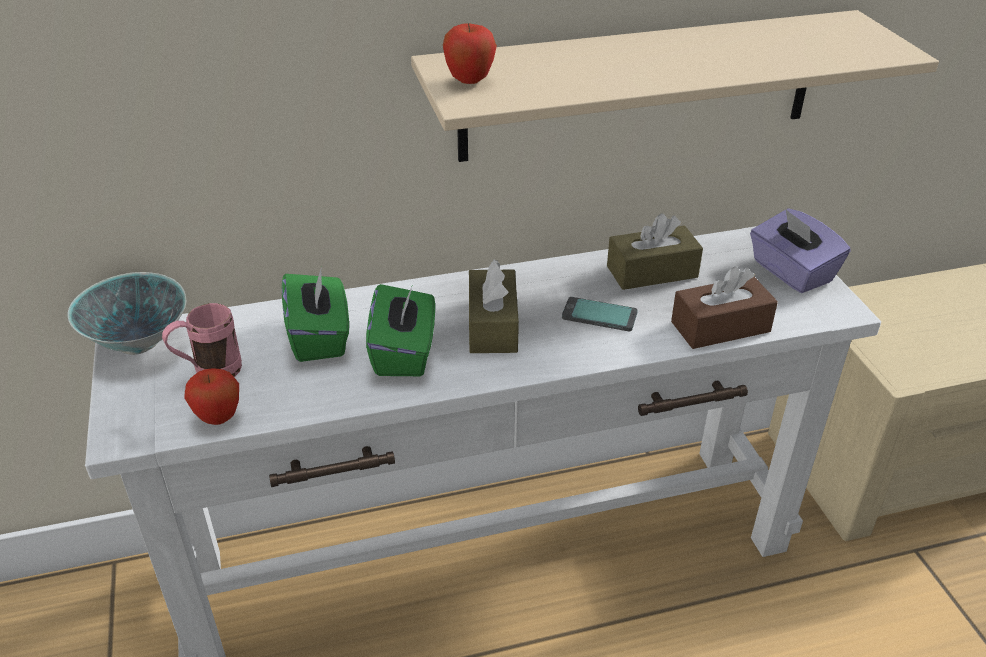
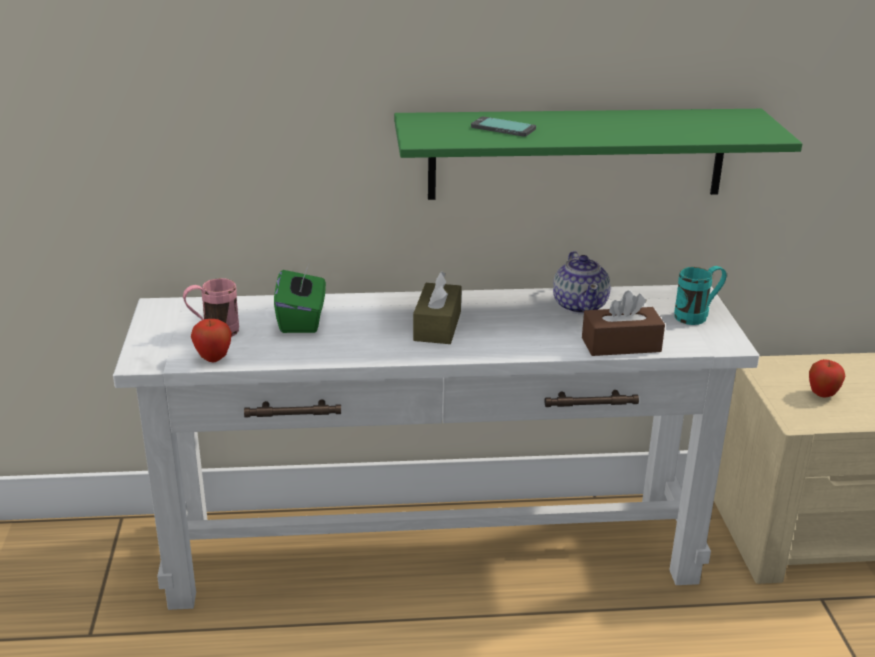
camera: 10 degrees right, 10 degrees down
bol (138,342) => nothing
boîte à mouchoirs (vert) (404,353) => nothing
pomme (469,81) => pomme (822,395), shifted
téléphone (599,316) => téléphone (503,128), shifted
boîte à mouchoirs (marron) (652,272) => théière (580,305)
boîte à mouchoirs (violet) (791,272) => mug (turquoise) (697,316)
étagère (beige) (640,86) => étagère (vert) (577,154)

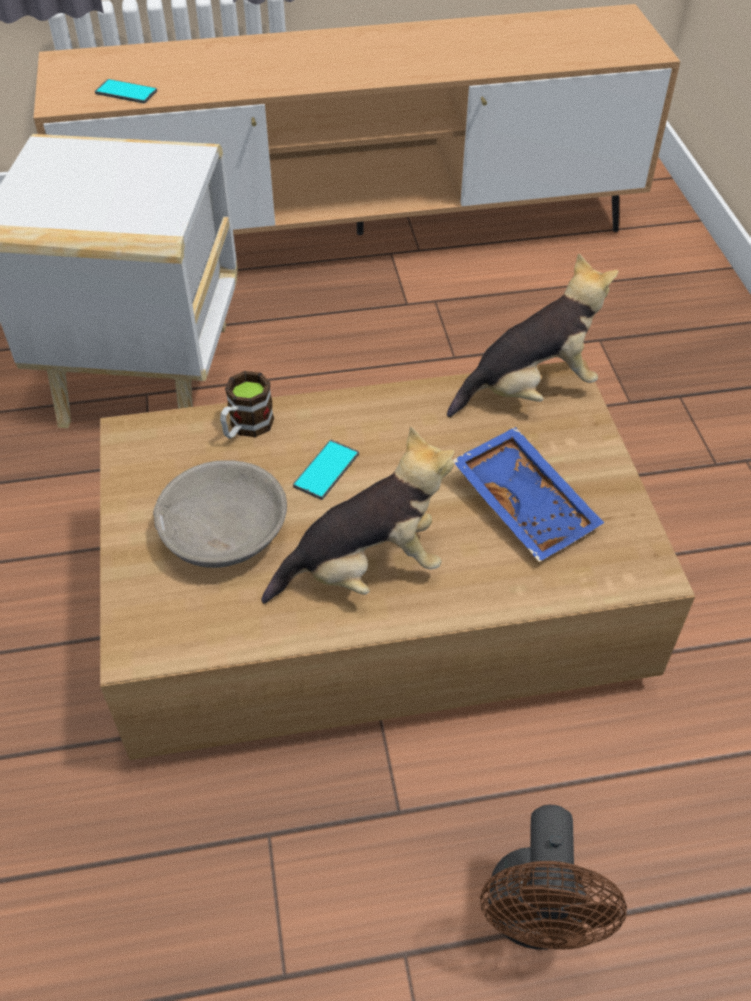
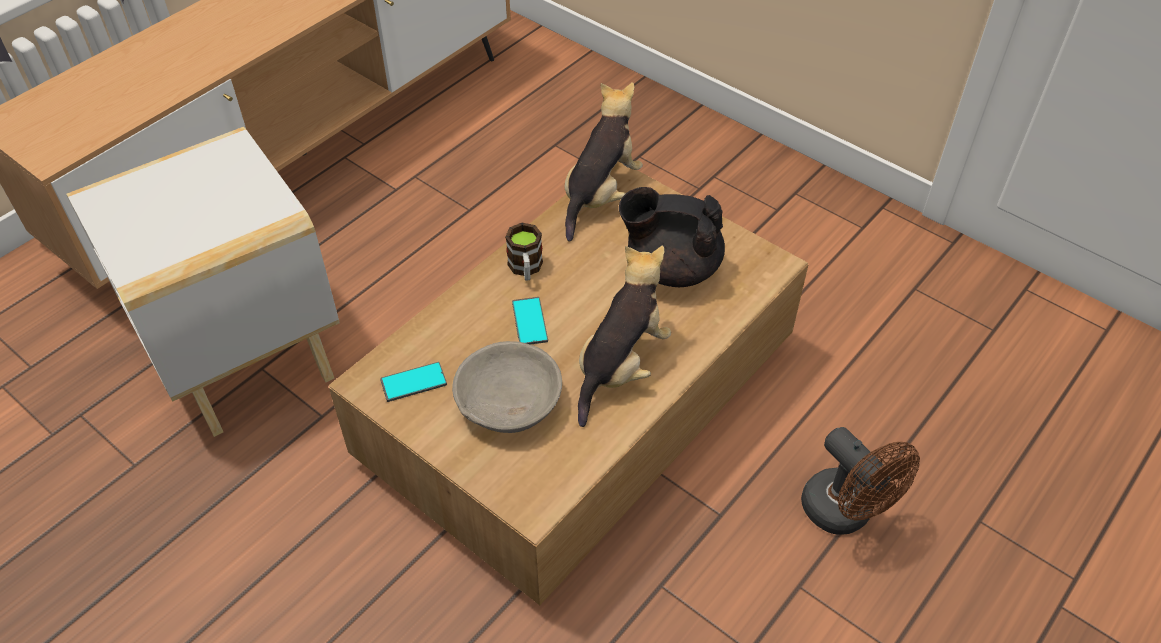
camera: 40 degrees left, 0 degrees up
téléphone (126,92) => téléphone (413,382), shifted
mug (246,427) => mug (525,269), shifted
plateau (bleu) (526,504) => théière (noir) (671,267)

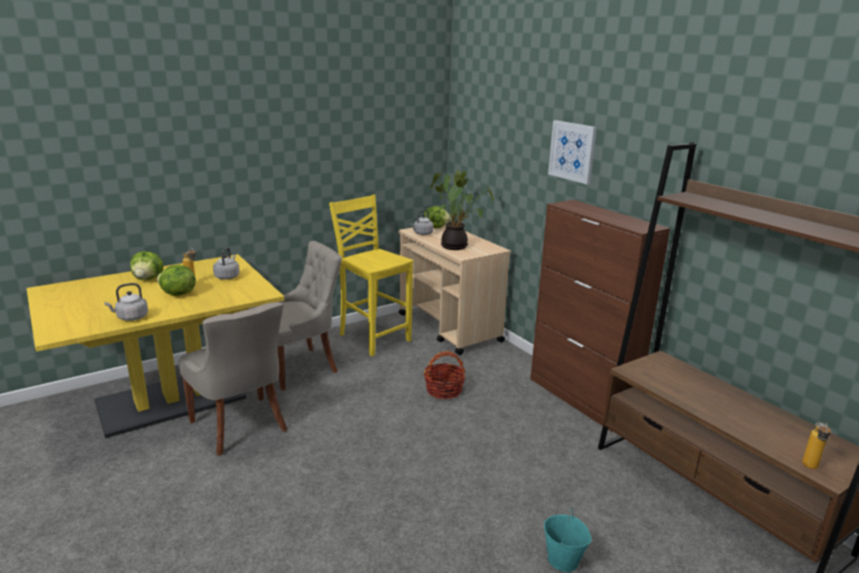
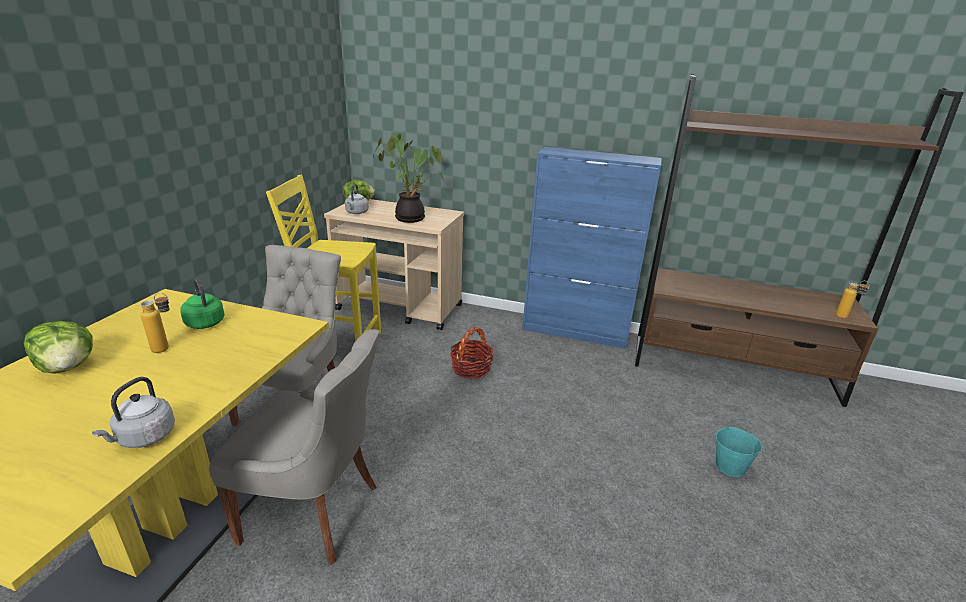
camera: 40 degrees left, 5 degrees up
laitue (177,294) => nothing
tableau (572,151) => nothing
bouilloire (gris) (227,276) => bouilloire (vert) (204,322)
meuble de rangement (marron) (581,399) => meuble de rangement (bleu) (575,331)

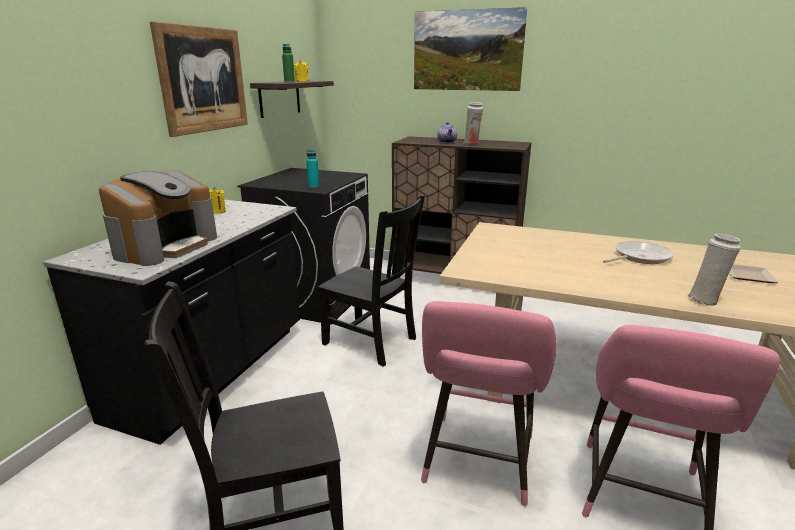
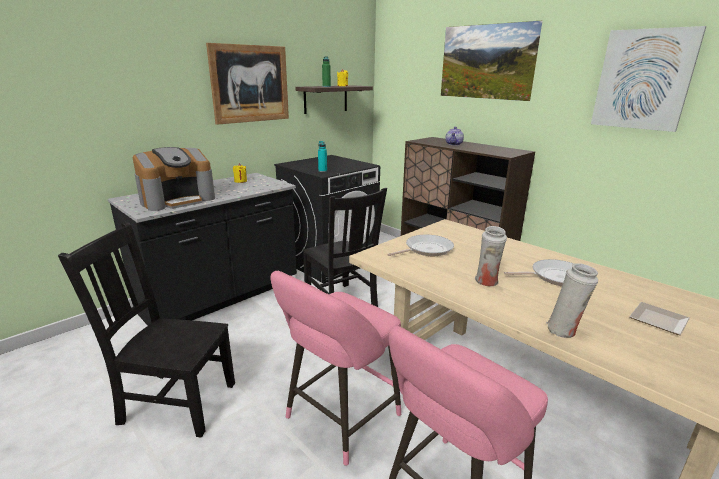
camera: 25 degrees right, 0 degrees up
nothing => poêle (426,249)
nothing => tableau (643,80)
vase (blanc) (472,144) => vase (blanc) (487,282), shifted

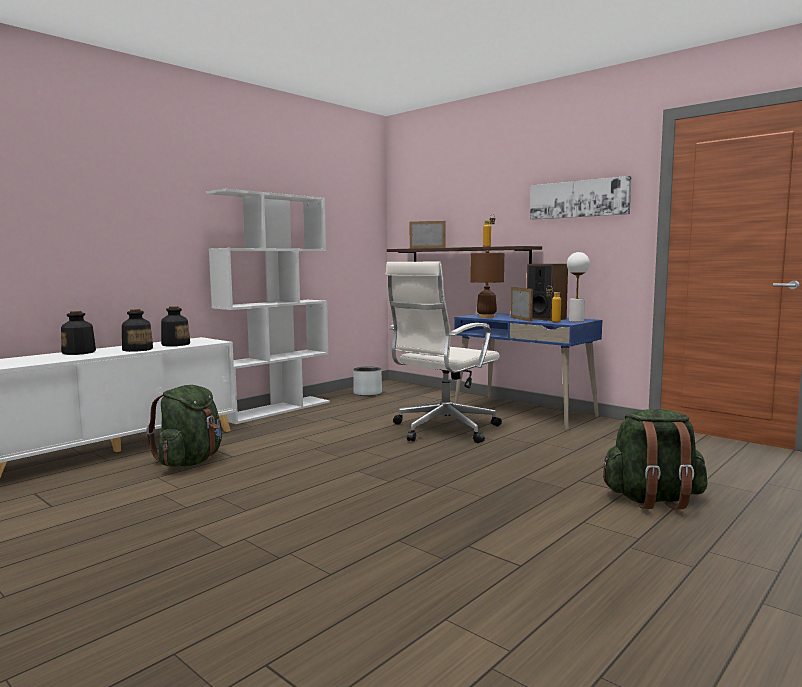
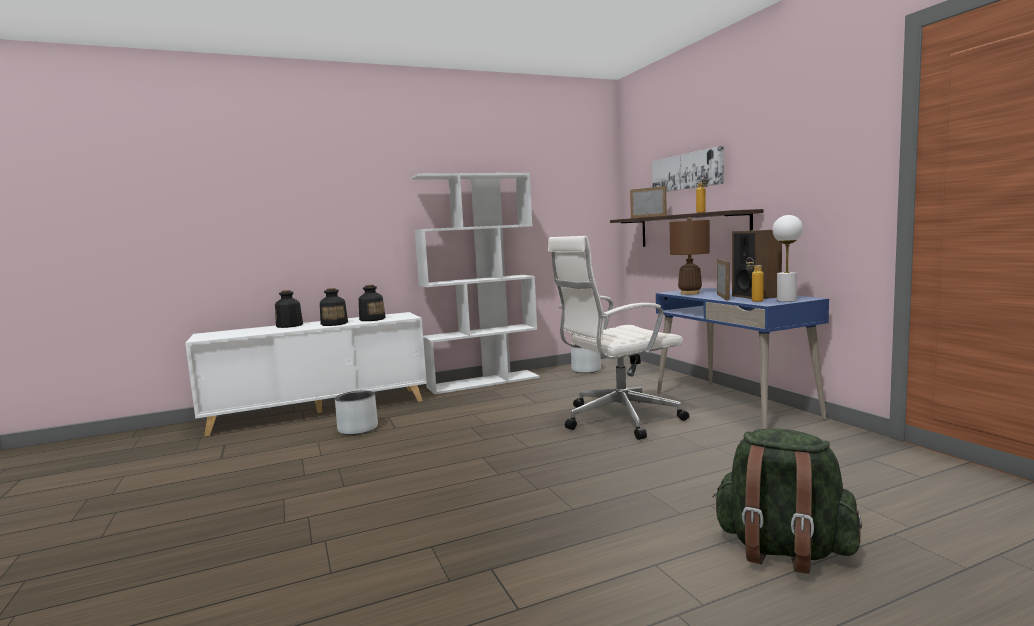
camera: 25 degrees right, 0 degrees up
tableau (578,199) => tableau (687,171), shifted
sac à dos (vert) (190,462) => cache-pot (gris) (358,429)

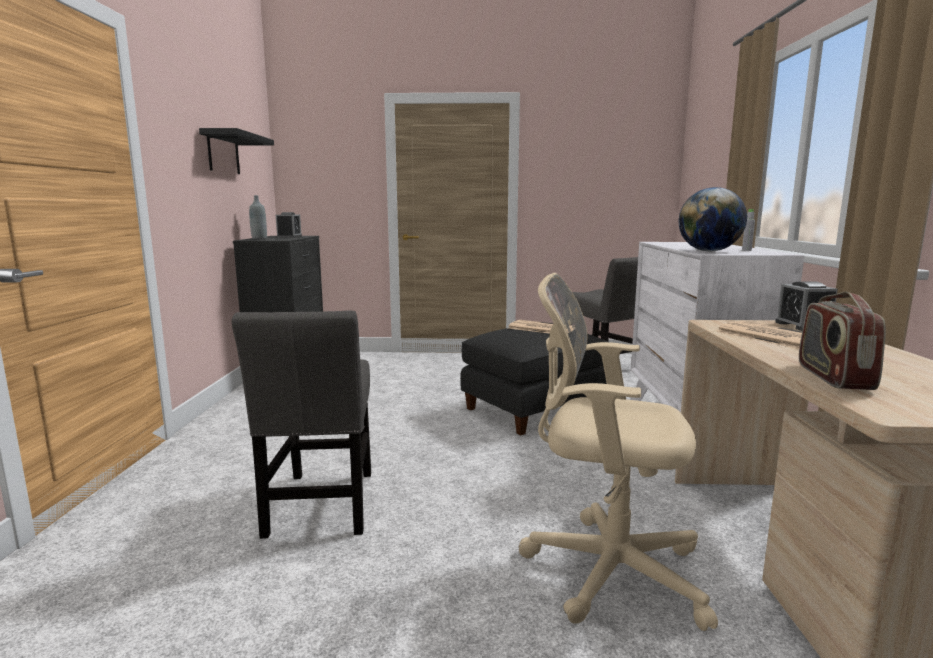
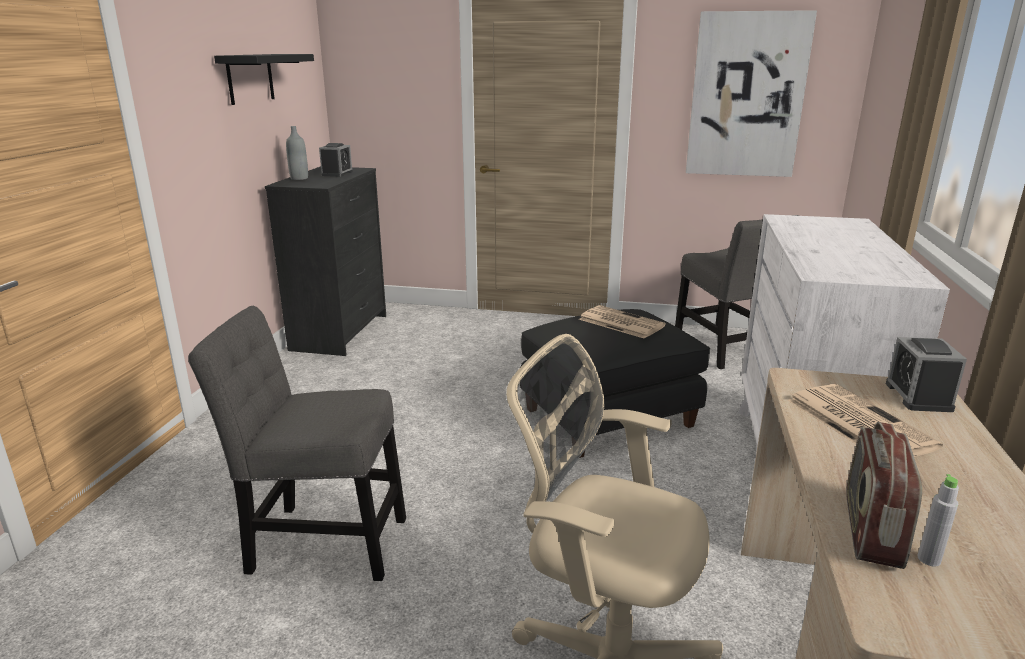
camera: 10 degrees right, 10 degrees up
globe (709,251) => nothing
nothing => tableau (747,96)
bouteille (gris) (746,250) => bouteille (gris) (929,559), shifted
chaise (gris) (321,507) => chaise (gris) (320,542), 90 degrees clockwise

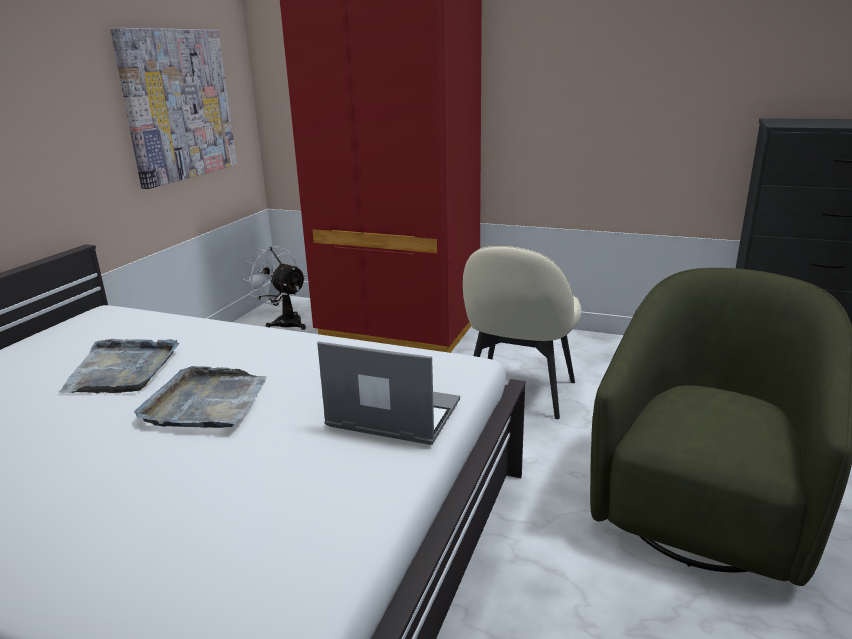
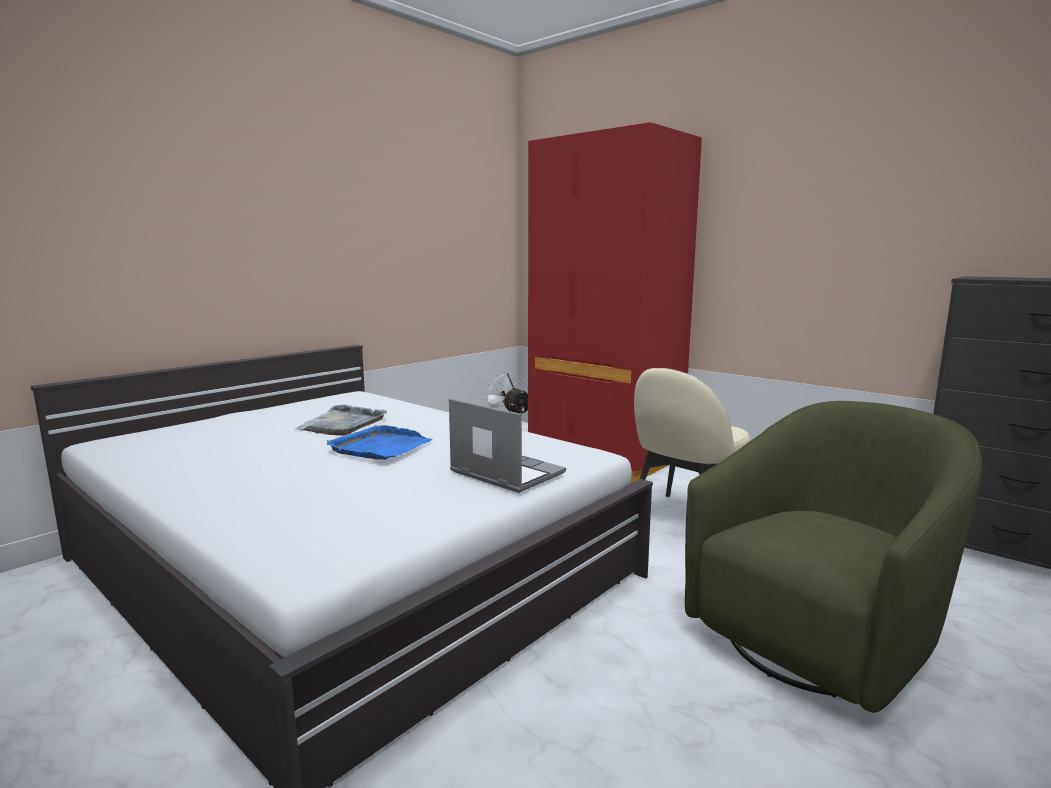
camera: 20 degrees right, 10 degrees down
tableau (178,105) => nothing
plateau (gris) (206,403) => plateau (bleu) (380,447)

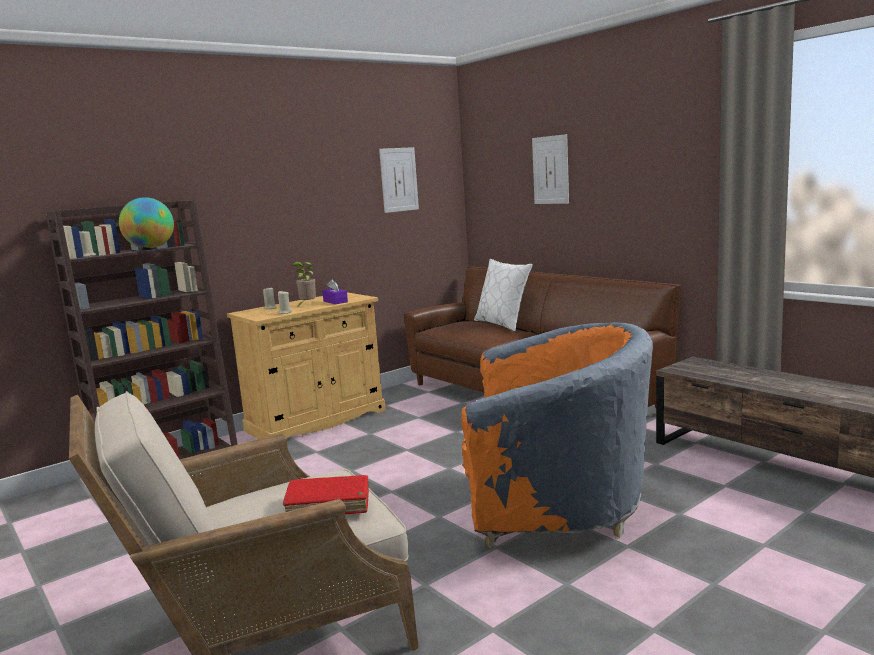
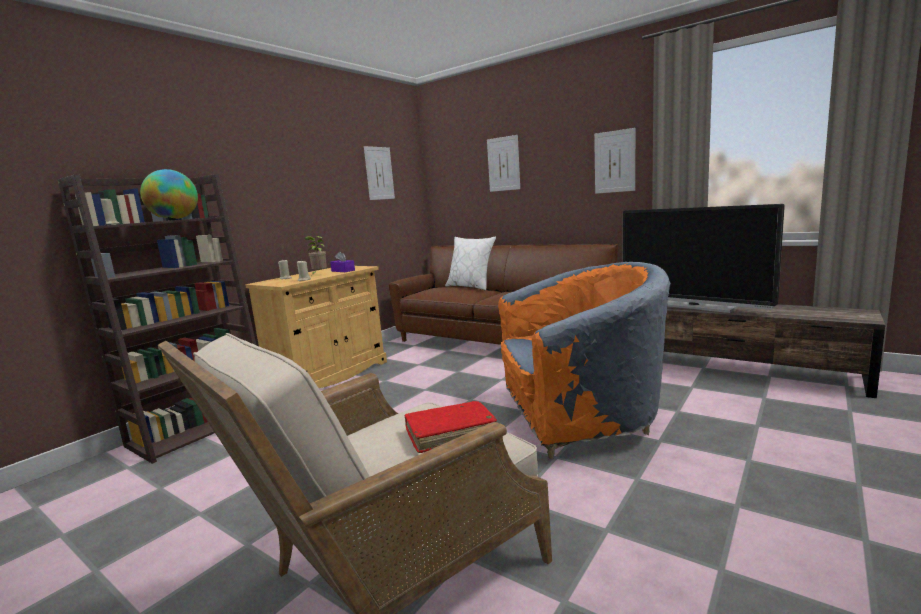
camera: 15 degrees left, 0 degrees up
nothing => tableau (614,161)
nothing => téléviseur (693,306)

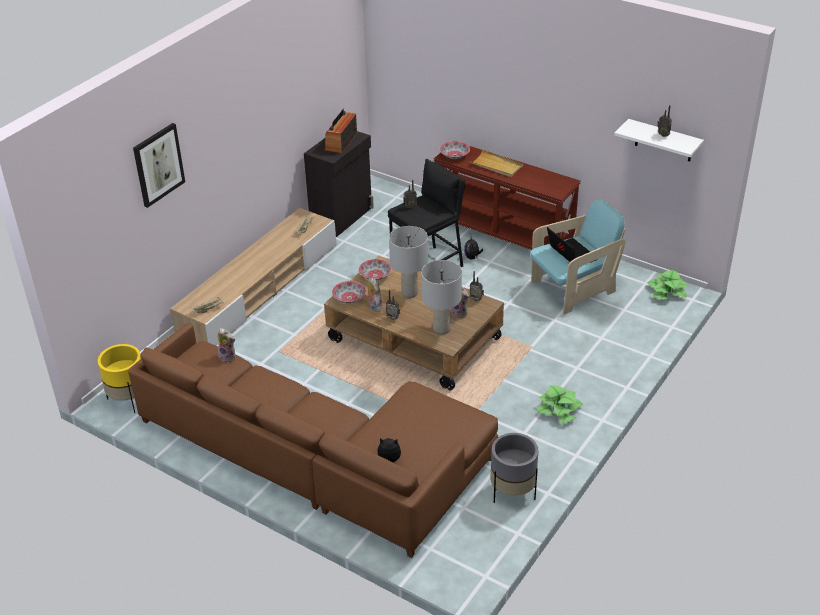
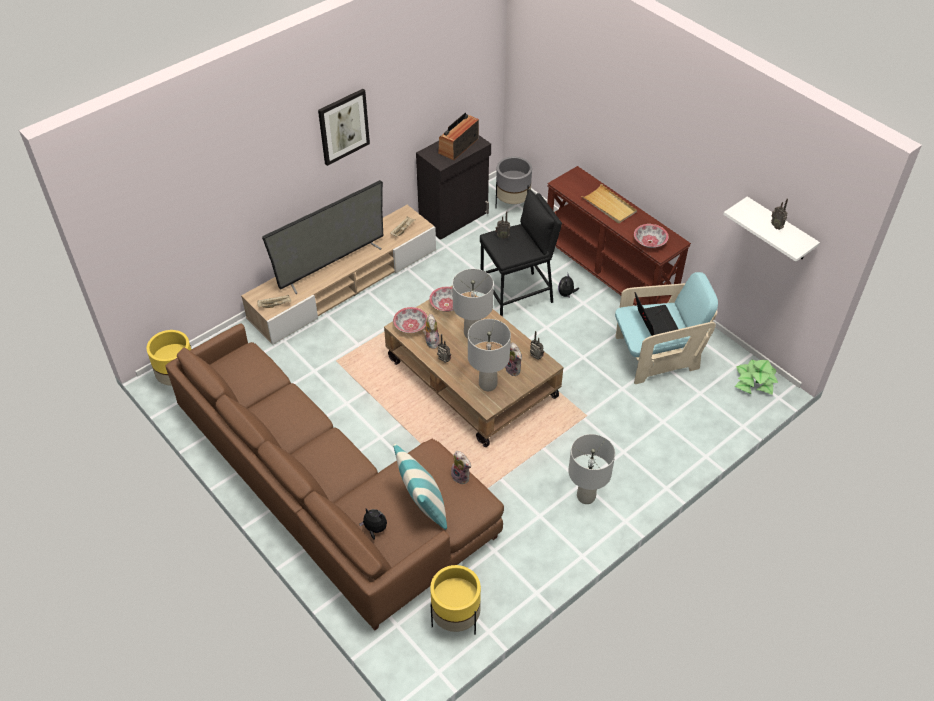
camera: 15 degrees right, 10 degrees up
nothing => téléviseur (332,264)
nothing => coussin (423,506)
nothing => cache-pot (jaune) (455,619)
tableau (158,164) => tableau (343,126), shifted
peluche (228,357) => peluche (462,476), shifted
bol (454,155) => bol (649,241), shifted
cache-pot (gris) (512,492) => cache-pot (gris) (512,204), shifted
plante en pot (559,409) => lampe de table (gris) (585,497)

